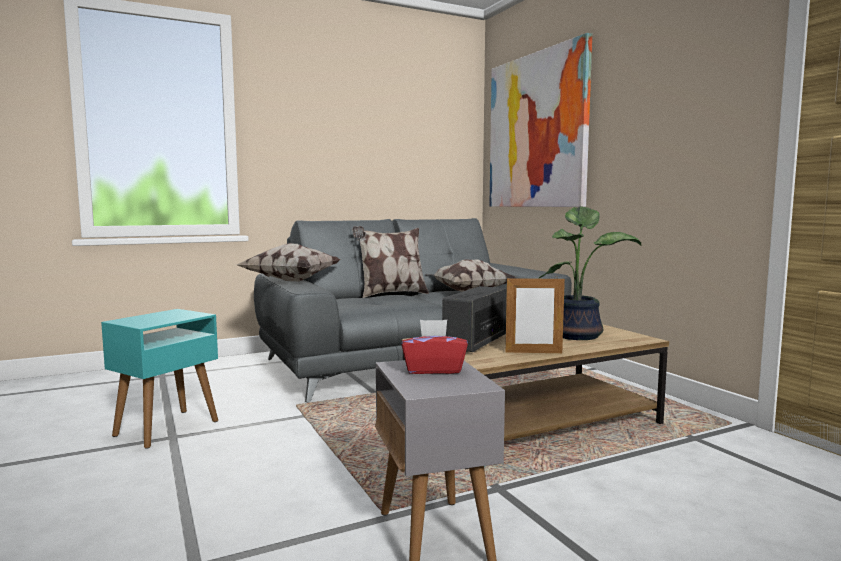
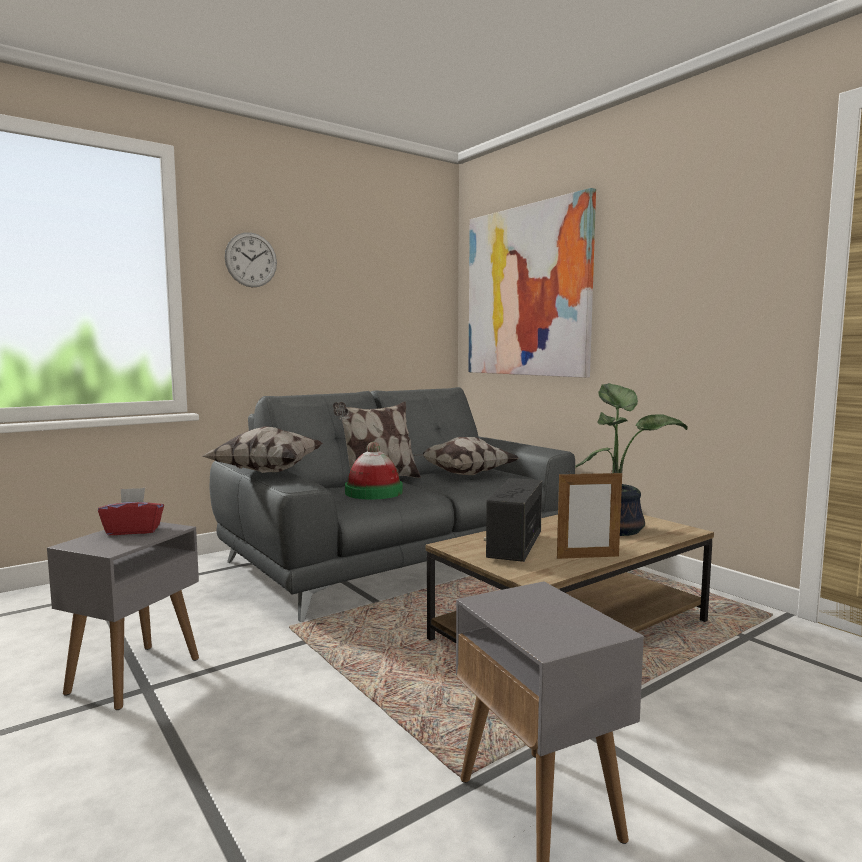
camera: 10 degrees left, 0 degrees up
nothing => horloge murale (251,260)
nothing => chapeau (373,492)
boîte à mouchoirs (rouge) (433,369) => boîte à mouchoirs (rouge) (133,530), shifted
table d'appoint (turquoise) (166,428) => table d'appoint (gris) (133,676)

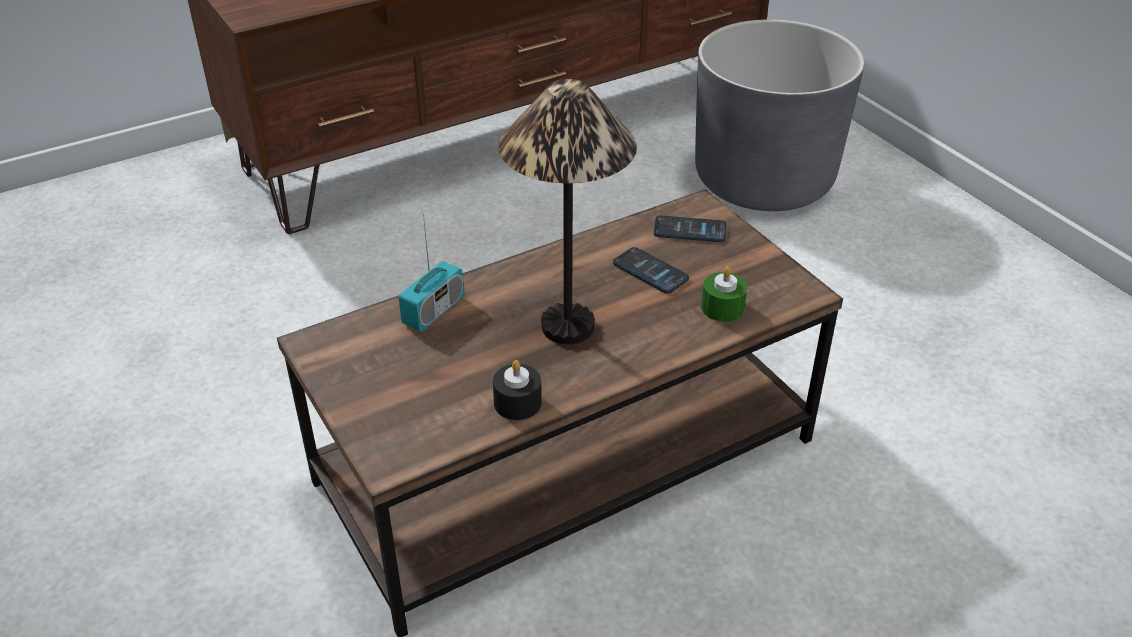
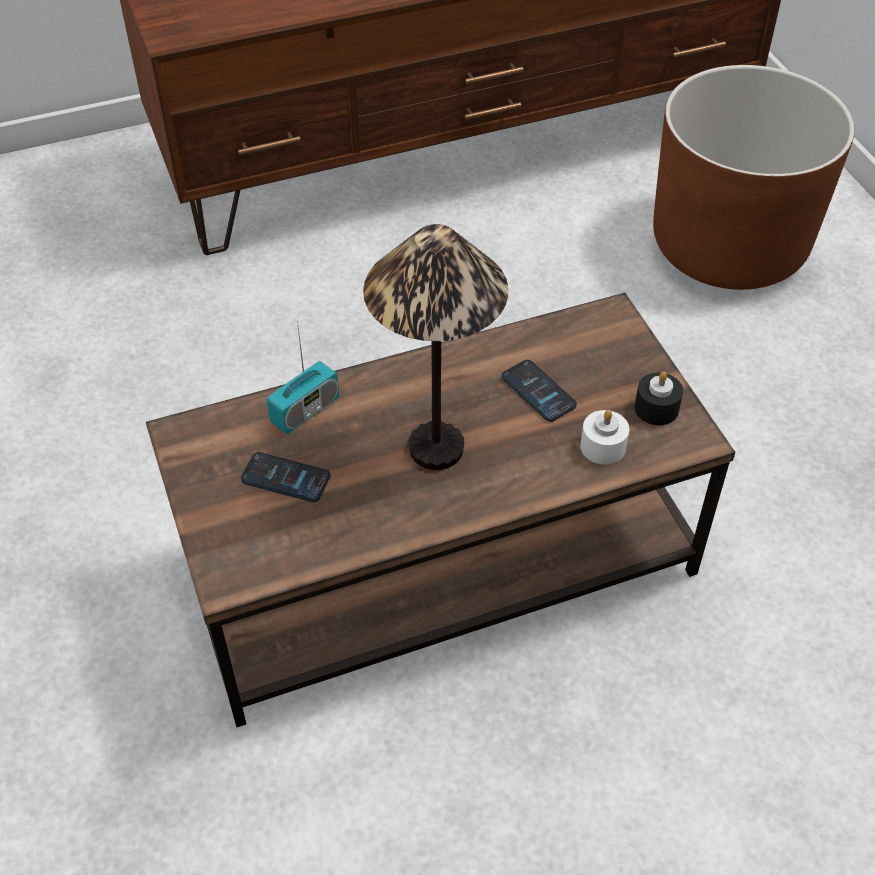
camera: 10 degrees right, 10 degrees up
bougie (noir) (517,403) => bougie (noir) (656,408), shifted
téléphone (690,230) => téléphone (286,478), shifted
cache-pot (gris) (763,180) => cache-pot (marron) (729,246)
bougie (vert) (722,308) => bougie (blanc) (603,447)

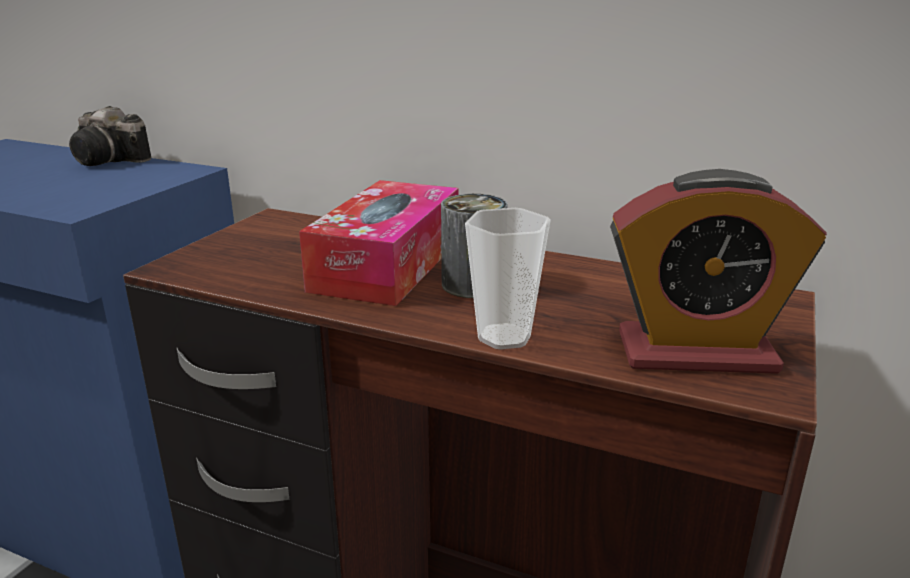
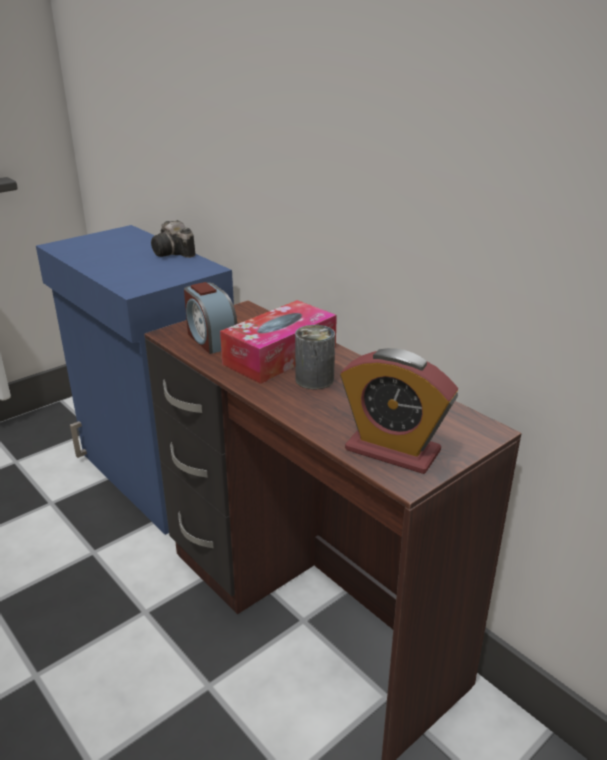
camera: 25 degrees right, 5 degrees up
tasse (504,337) => nothing
nothing => réveil (211,339)

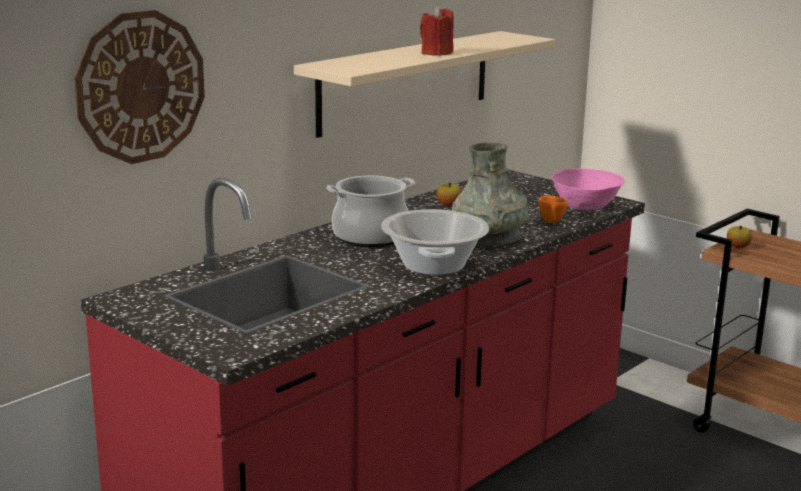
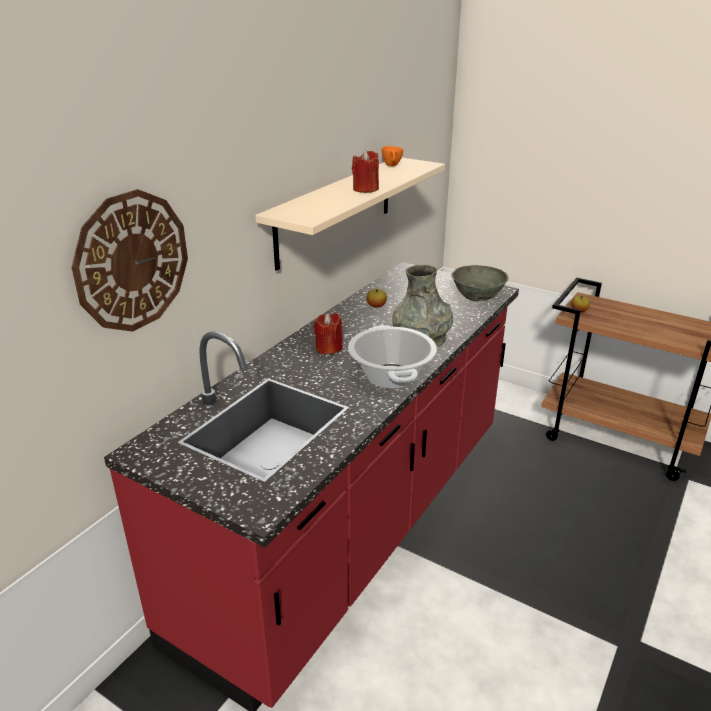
camera: 10 degrees left, 10 degrees up
tasse (orange) (552,222) => tasse (orange) (392,166), shifted
marmite (370,236) => bougie (rouge) (328,348)
bol (rose) (584,205) => bol (gris) (477,295)

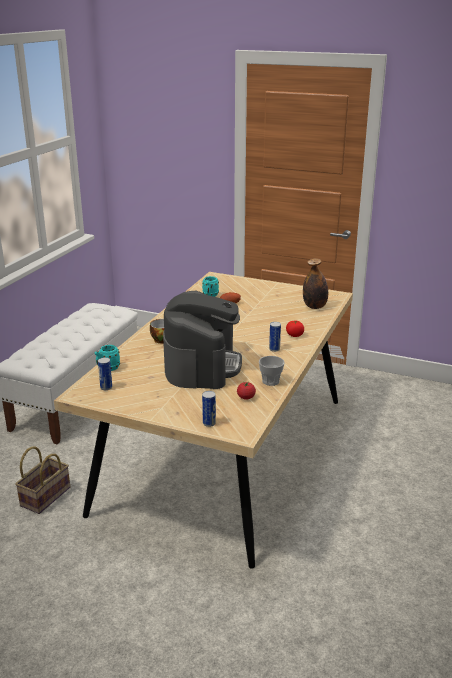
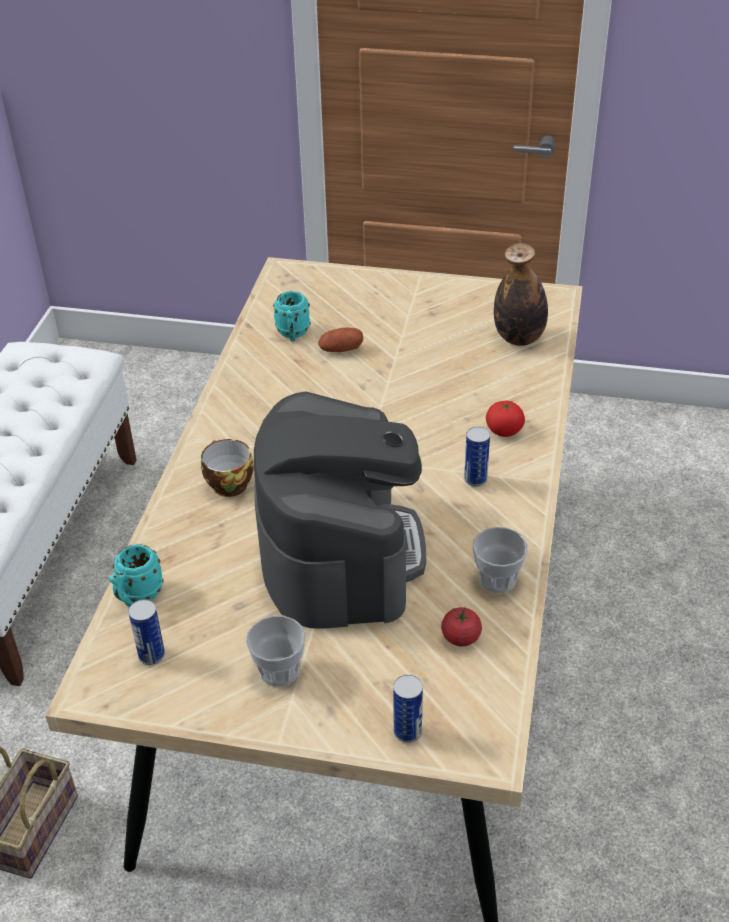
camera: 10 degrees left, 15 degrees up
nothing => tasse (279,671)

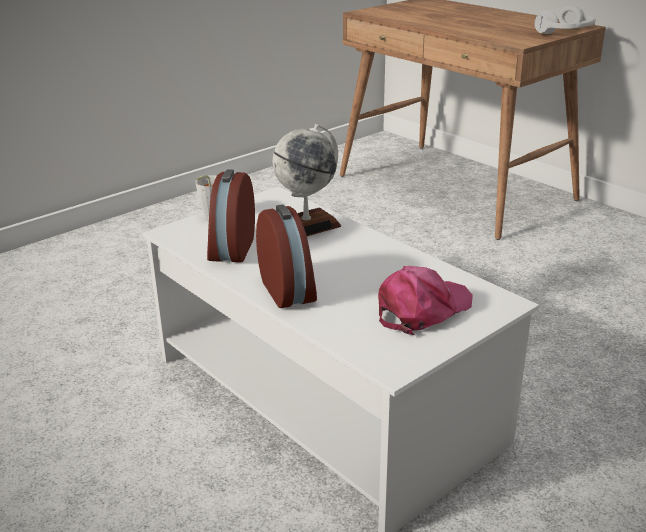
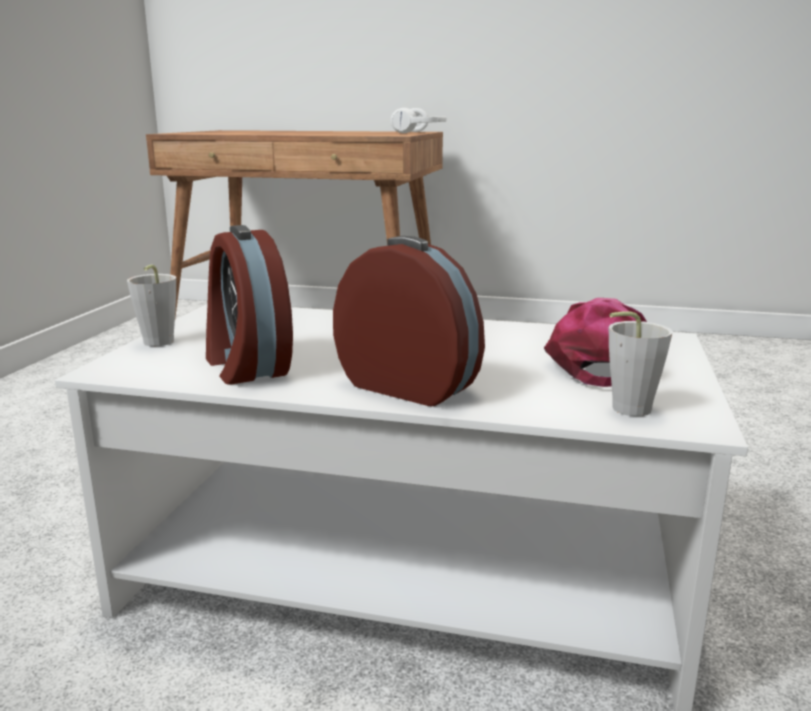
camera: 35 degrees left, 10 degrees down
globe (306,226) => nothing
nothing => tasse (gris) (624,410)

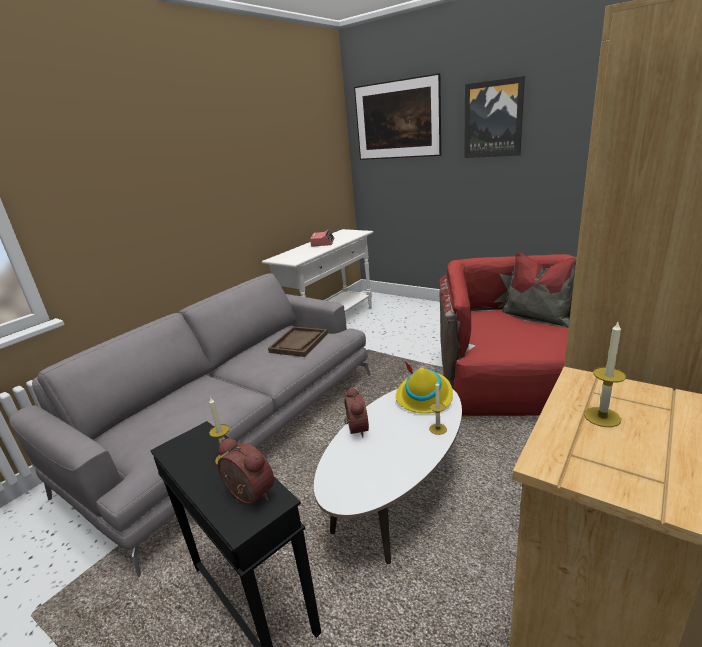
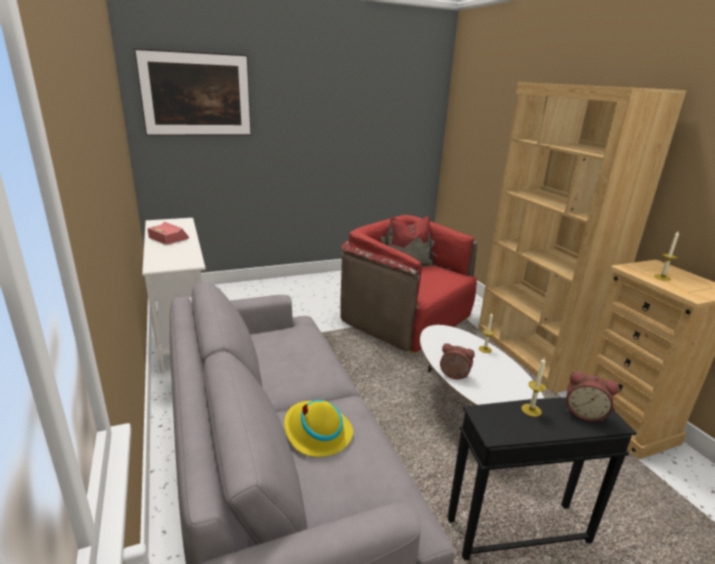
camera: 60 degrees left, 0 degrees up
plateau (marron) (299,343) => nothing
tableau (493,119) => nothing
chapeau (jaune) (424,396) => chapeau (jaune) (316,432), shifted
réveil (248,496) => réveil (584,413), 135 degrees counterclockwise

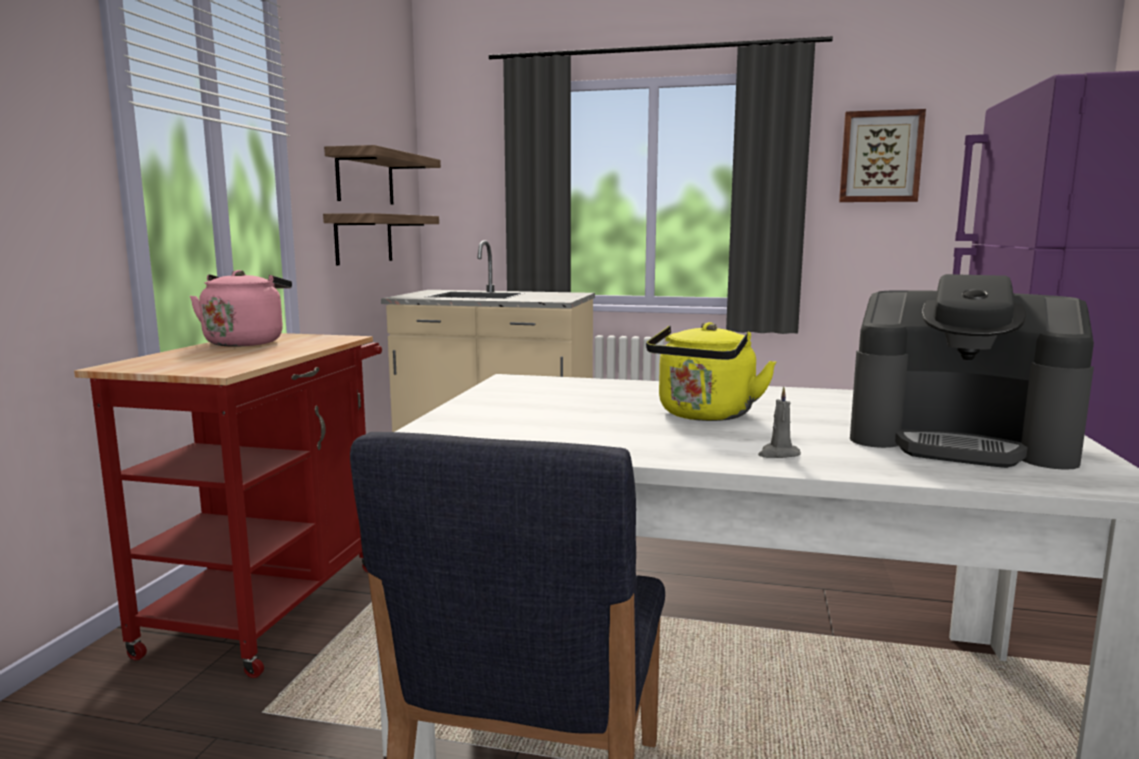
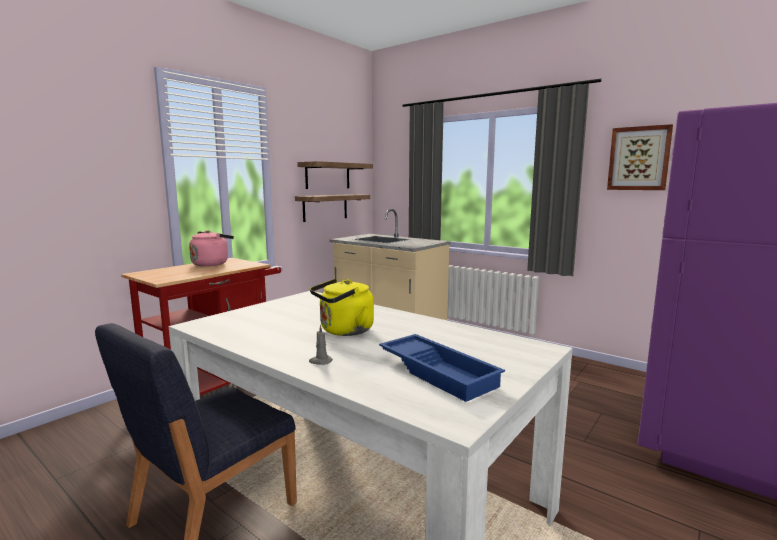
camera: 25 degrees right, 0 degrees up
machine à café (959,441) => plateau (bleu) (439,372)

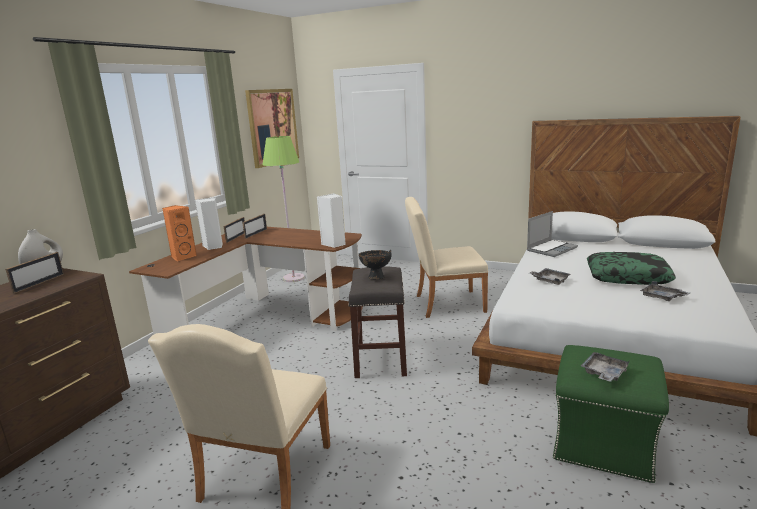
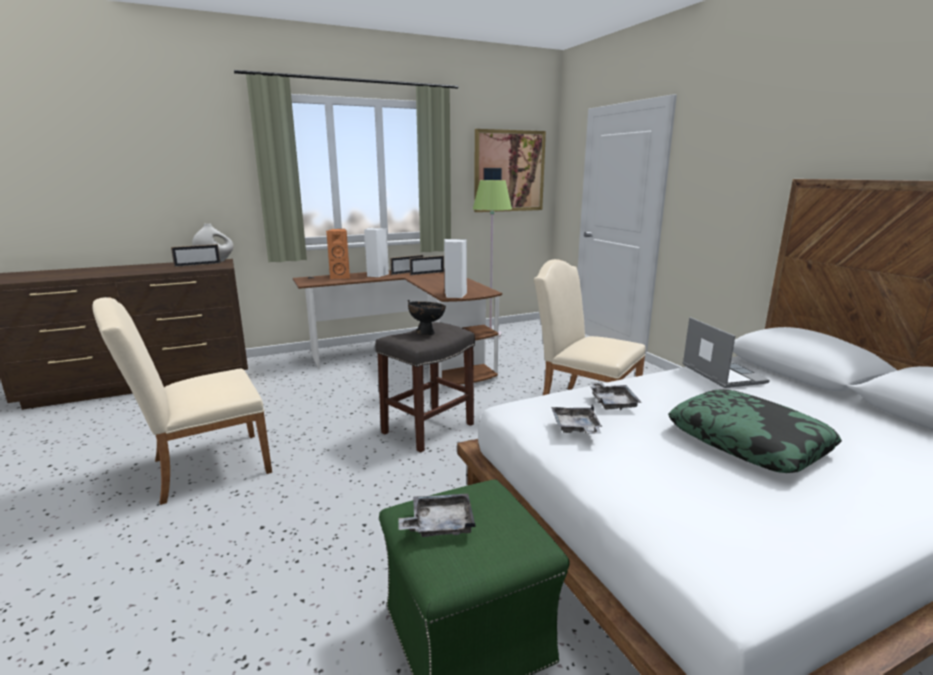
camera: 40 degrees right, 0 degrees up
plateau (gris) (662,297) => plateau (gris) (576,428), shifted
ordinateur portable (551,249) => ordinateur portable (721,374), 105 degrees counterclockwise

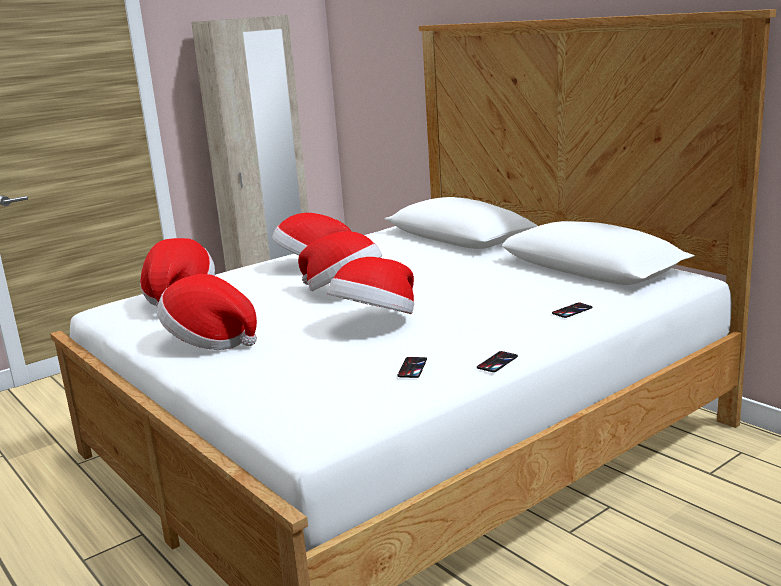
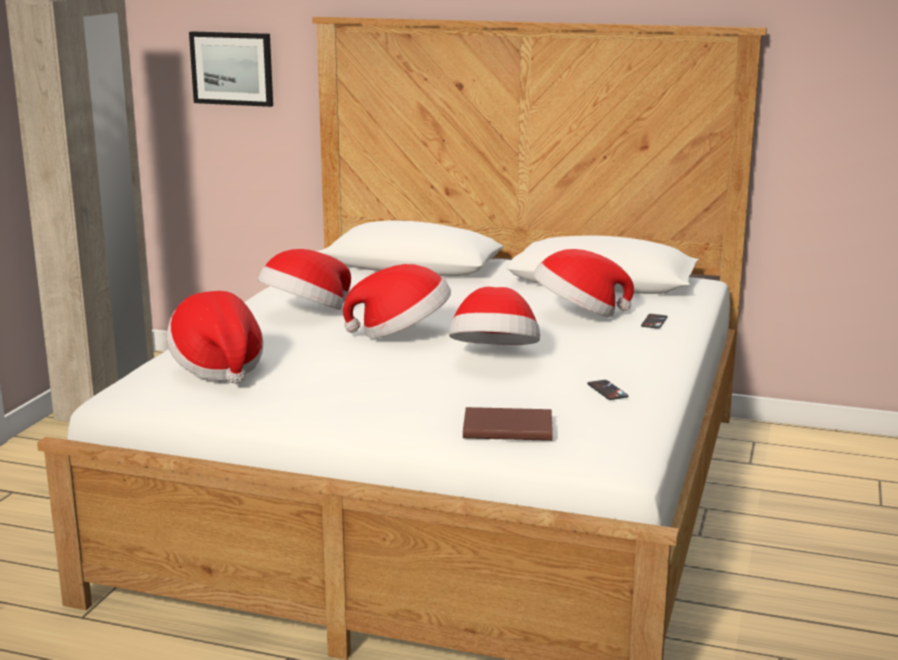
camera: 35 degrees left, 0 degrees up
téléphone (497,362) => nothing
nothing => tableau (232,68)
nothing => livre (marron) (506,427)
chapeau (210,341) => chapeau (578,314), shifted

